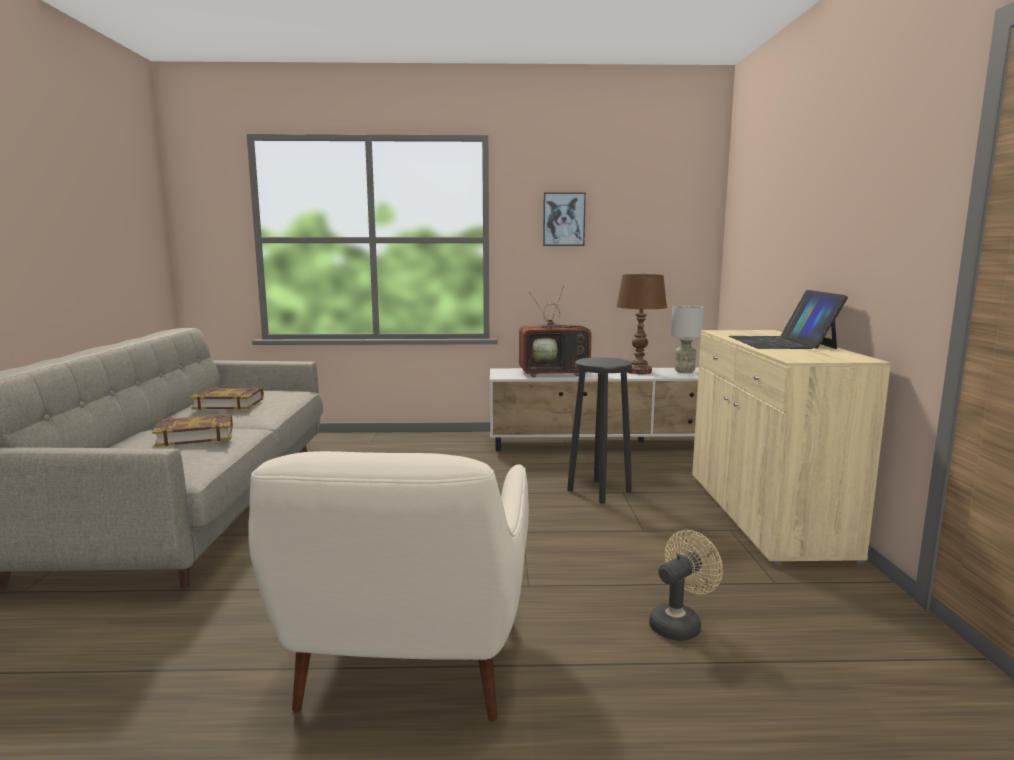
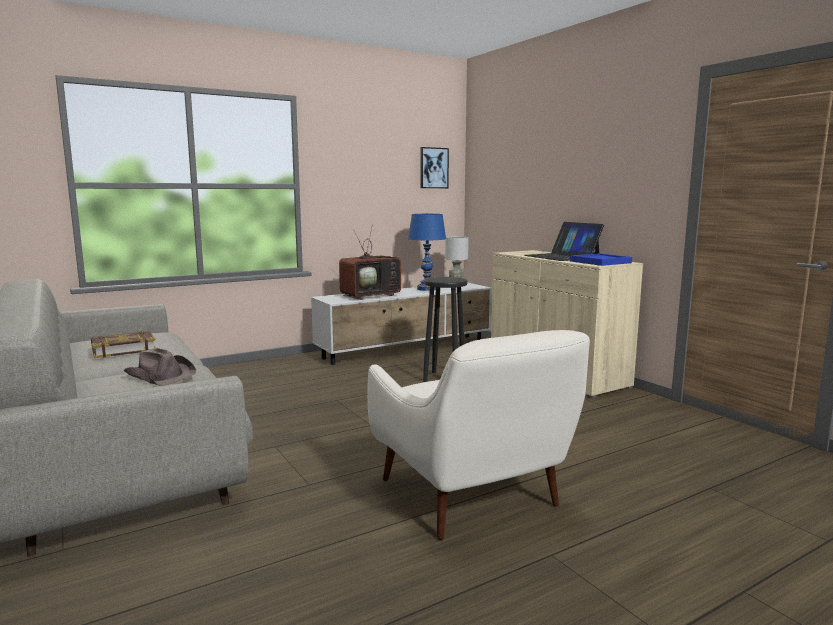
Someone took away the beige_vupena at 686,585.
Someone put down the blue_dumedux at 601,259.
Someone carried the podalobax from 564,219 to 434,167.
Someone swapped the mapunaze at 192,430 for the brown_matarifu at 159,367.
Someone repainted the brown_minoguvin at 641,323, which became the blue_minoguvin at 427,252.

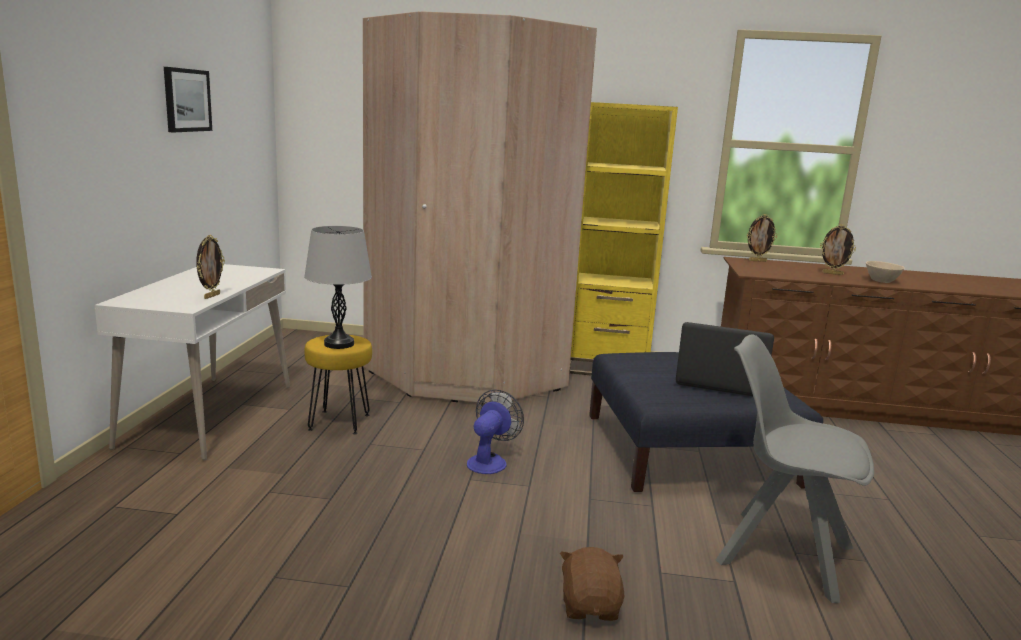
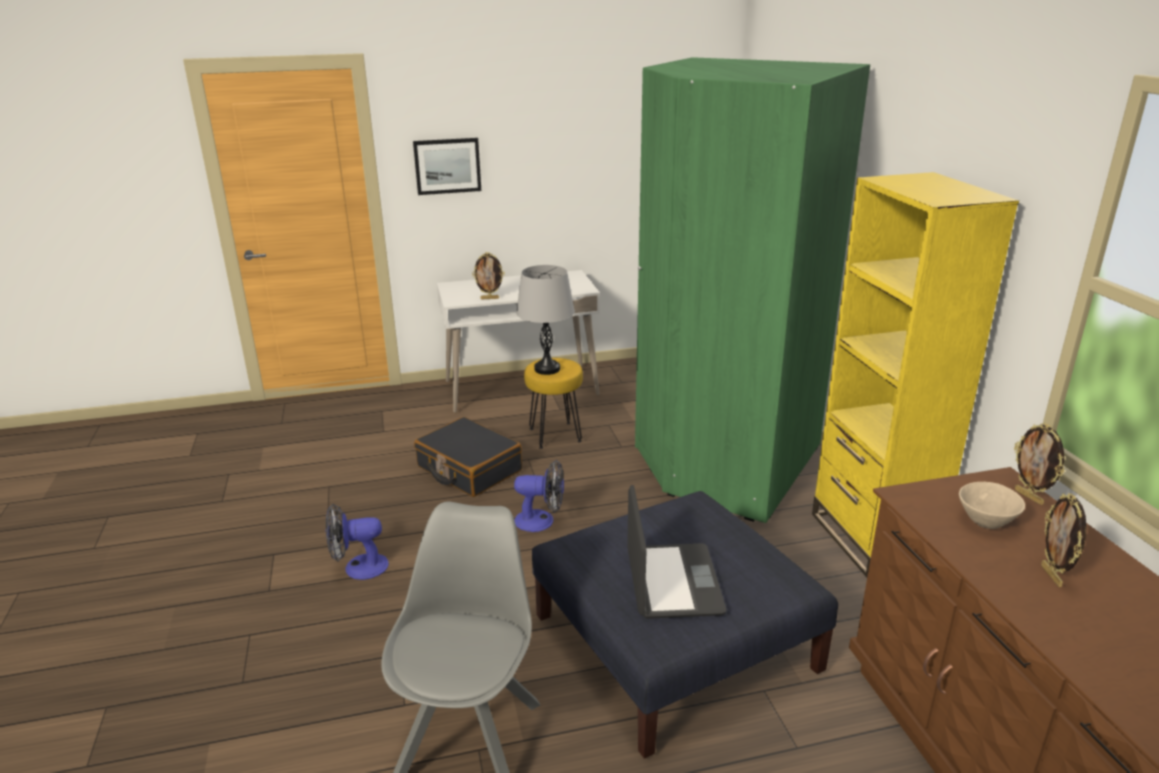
Someone took away the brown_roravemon at 592,584.
Someone put down the vupena at 357,542.
Someone put down the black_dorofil at 468,457.
Someone carried the podalobax from 188,99 to 447,166.
Someone carried the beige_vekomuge from 885,272 to 992,505.
Someone repainted the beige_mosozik at 480,207, which became the green_mosozik at 752,290.

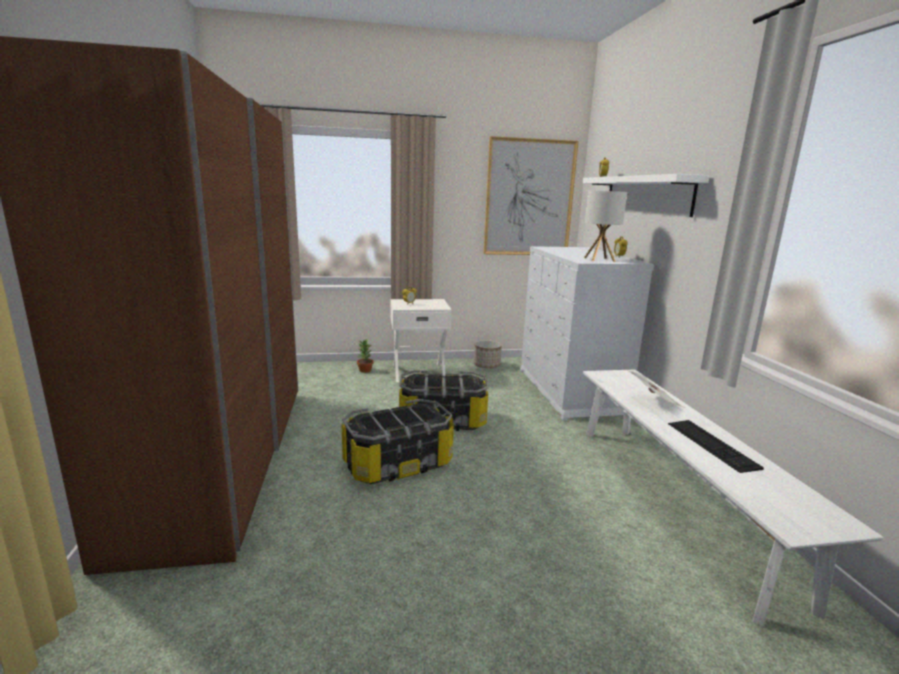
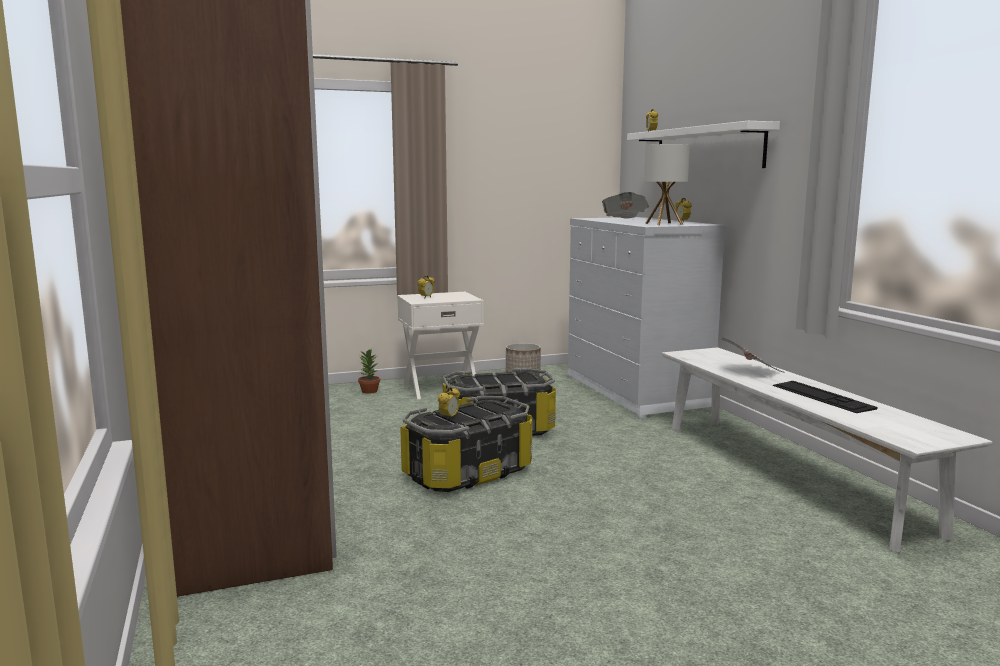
Someone took away the podalobax at 531,195.
Someone put down the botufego at 449,403.
Someone put down the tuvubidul at 625,205.

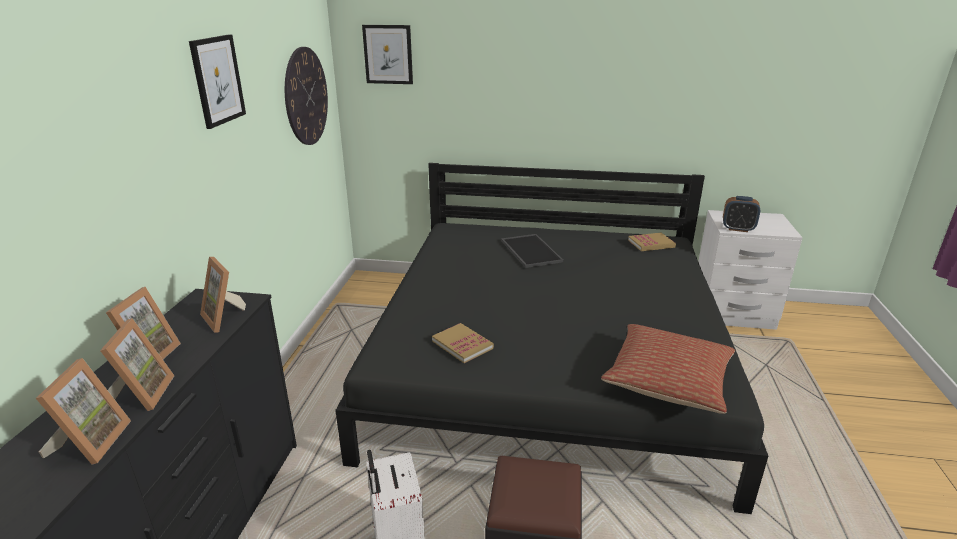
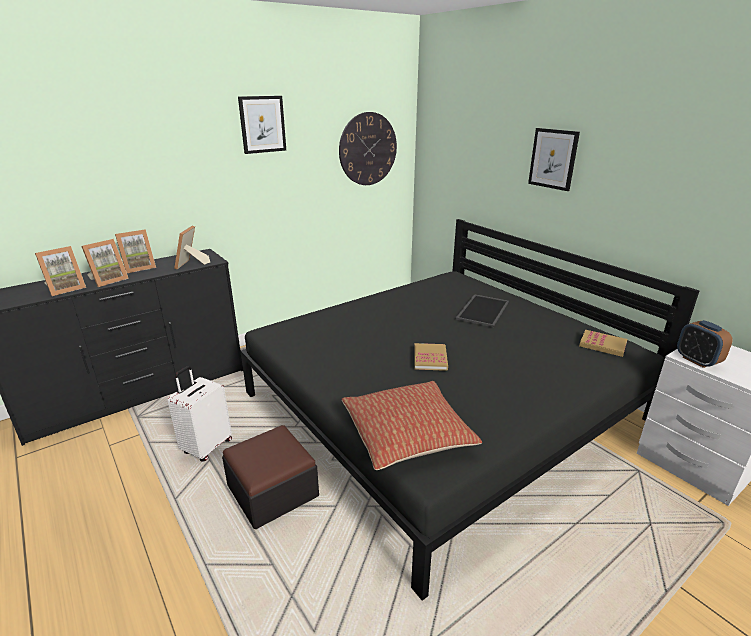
Someone carried the podalobax from 387,54 to 554,159.
Someone carried the mapunaze from 463,343 to 431,357.

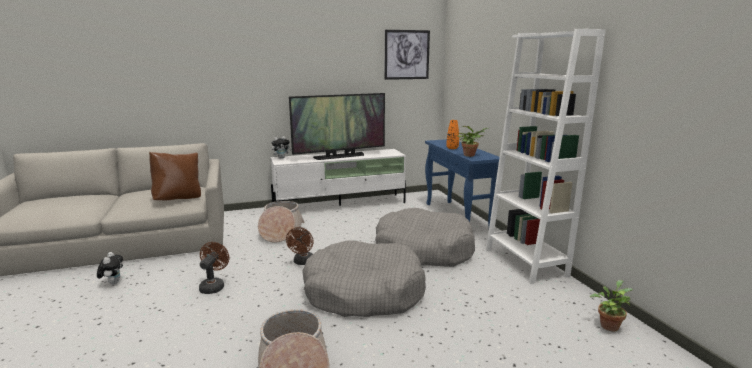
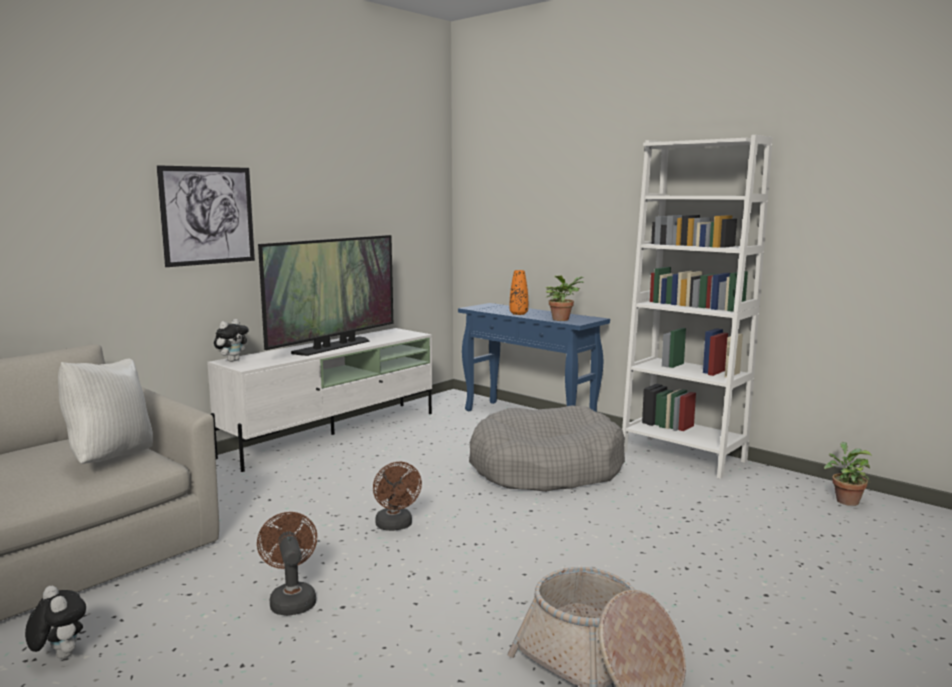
Someone took away the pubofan at 281,222.
Someone took away the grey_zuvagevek at 364,278.
Someone carried the podalobax from 407,55 to 206,216.
Someone repainted the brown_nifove at 175,176, which became the white_nifove at 105,411.

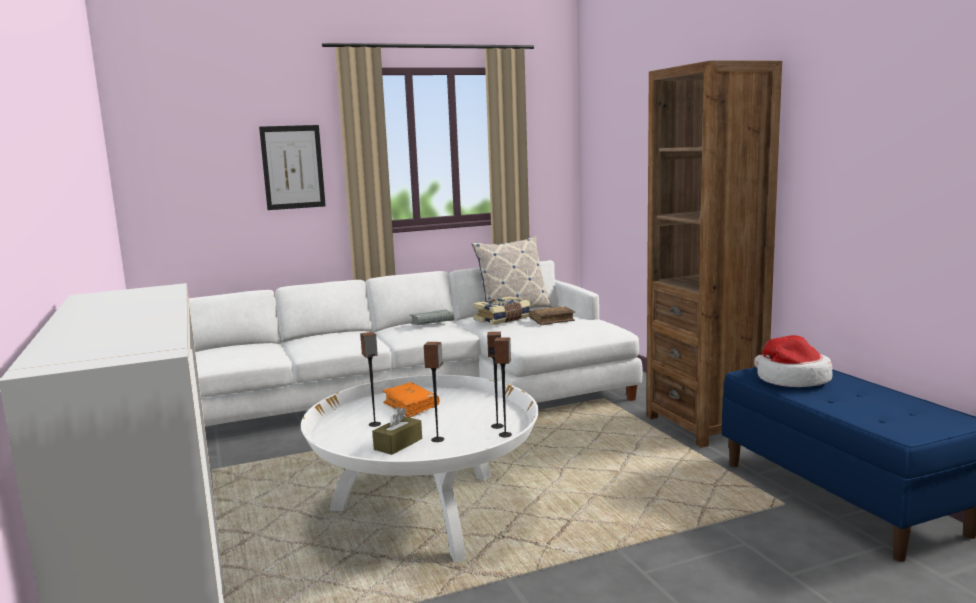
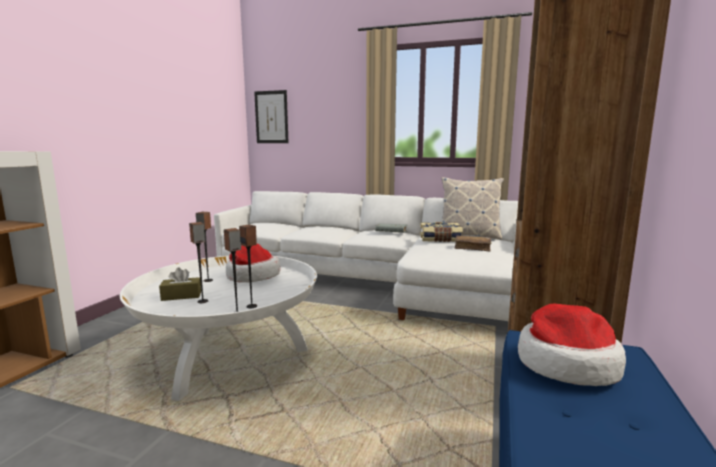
Someone carried the podalobax from 292,167 to 271,116.
Someone swapped the orange_mapunaze at 411,400 for the matarifu at 253,263.

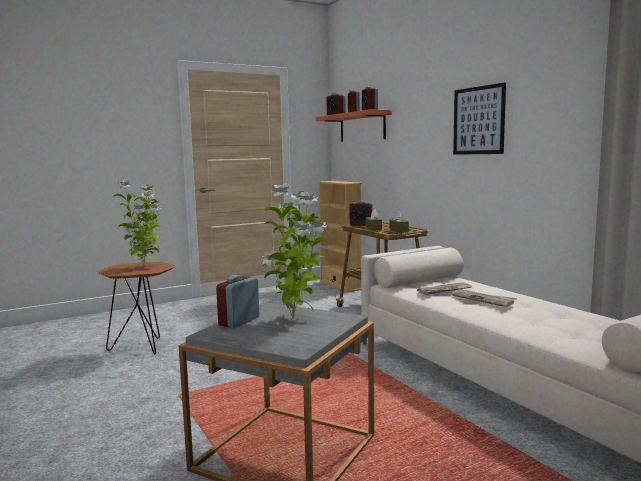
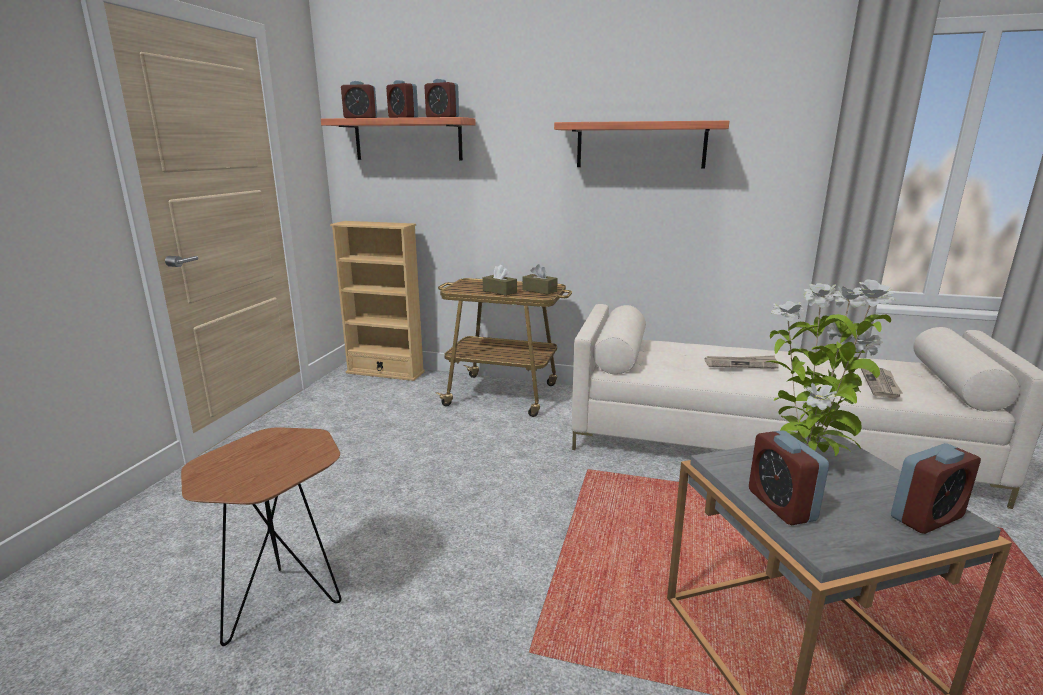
Someone took away the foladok at 137,223.
Someone carried the botufego from 361,213 to 936,488.
Someone carried the tuvubidul from 444,288 to 882,383.
Someone swapped the podalobax at 479,118 for the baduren at 641,145.

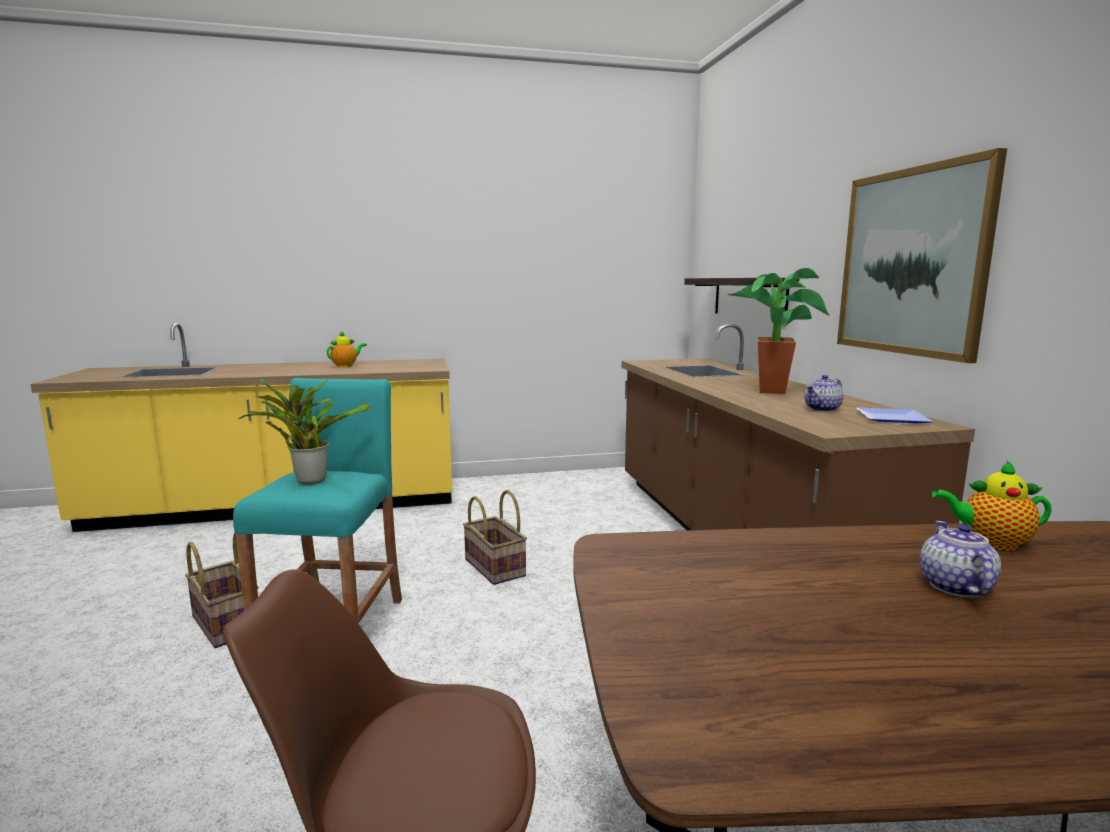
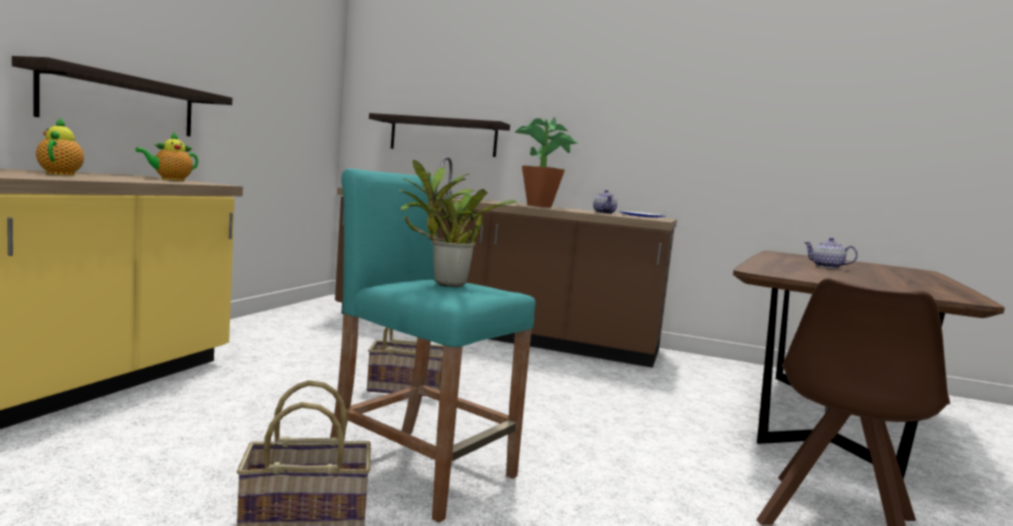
Someone took away the podalobax at 922,255.
Someone put up the baduren at 122,96.
Someone carried the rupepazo from 992,505 to 166,156.

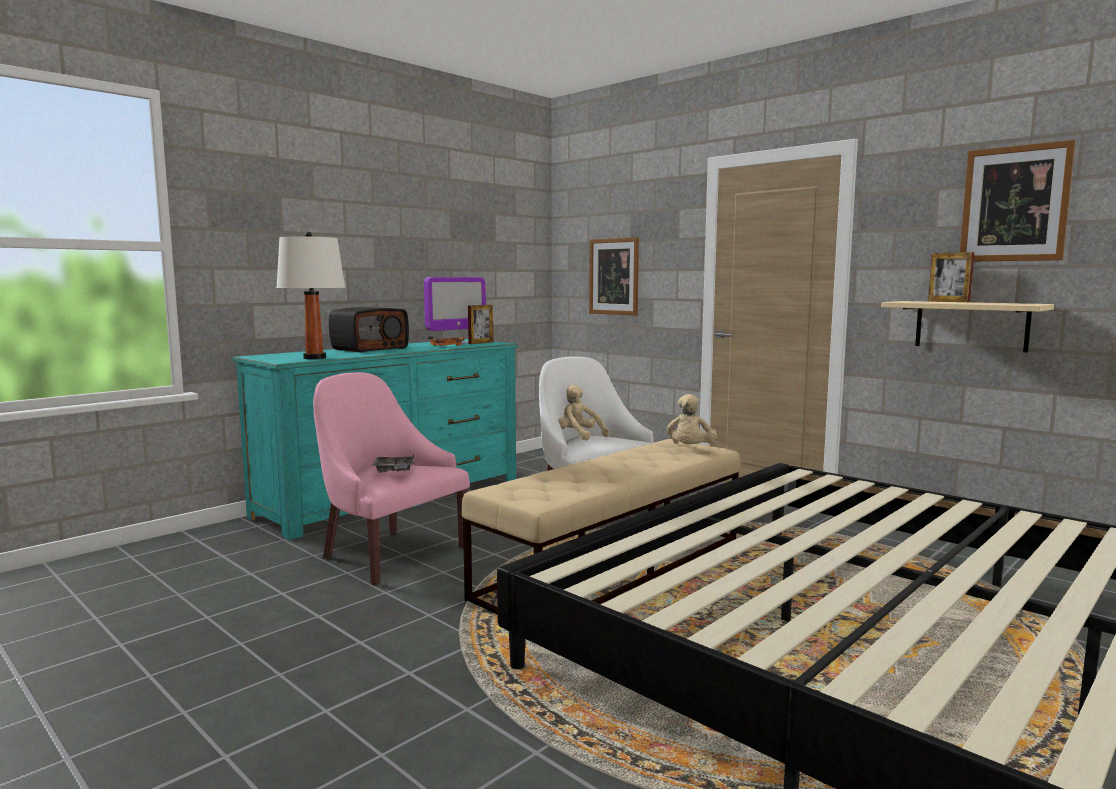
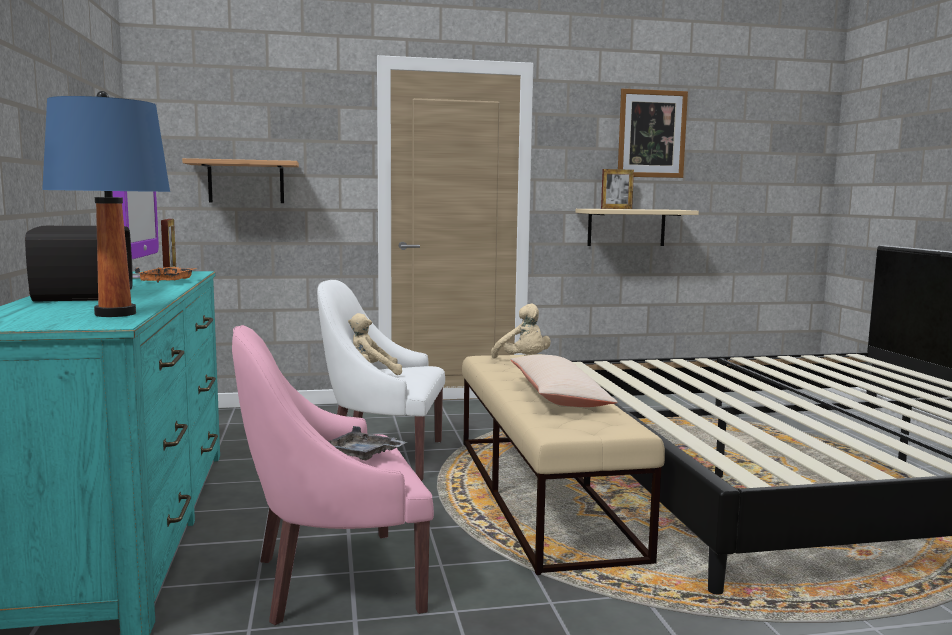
Someone put down the beige_nifove at 563,381.
Someone swapped the podalobax at 614,276 for the baduren at 240,180.
Someone repainted the white_minoguvin at 310,295, which became the blue_minoguvin at 106,204.

